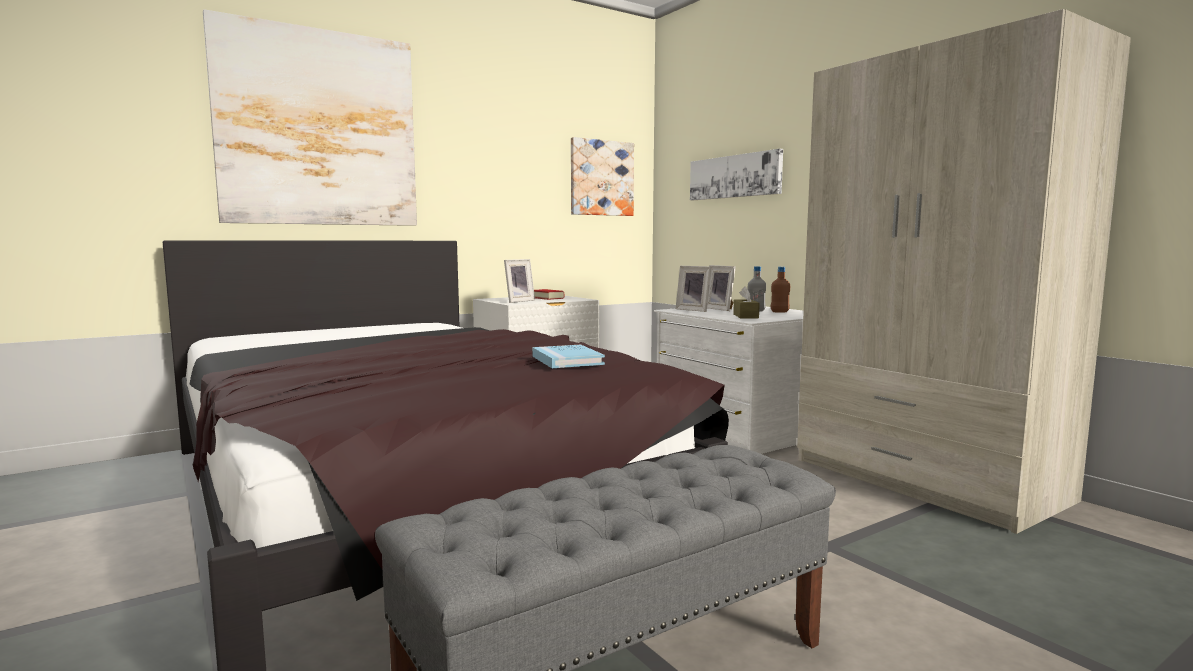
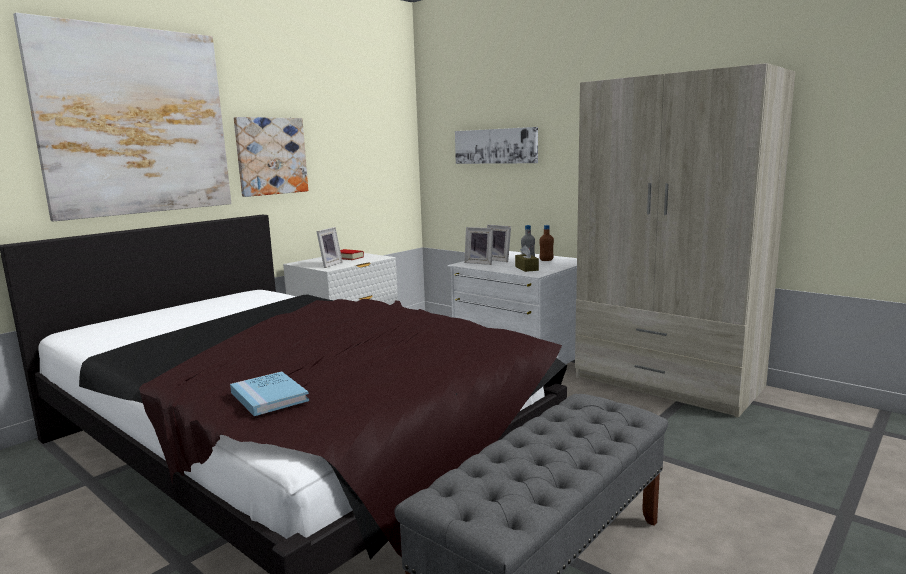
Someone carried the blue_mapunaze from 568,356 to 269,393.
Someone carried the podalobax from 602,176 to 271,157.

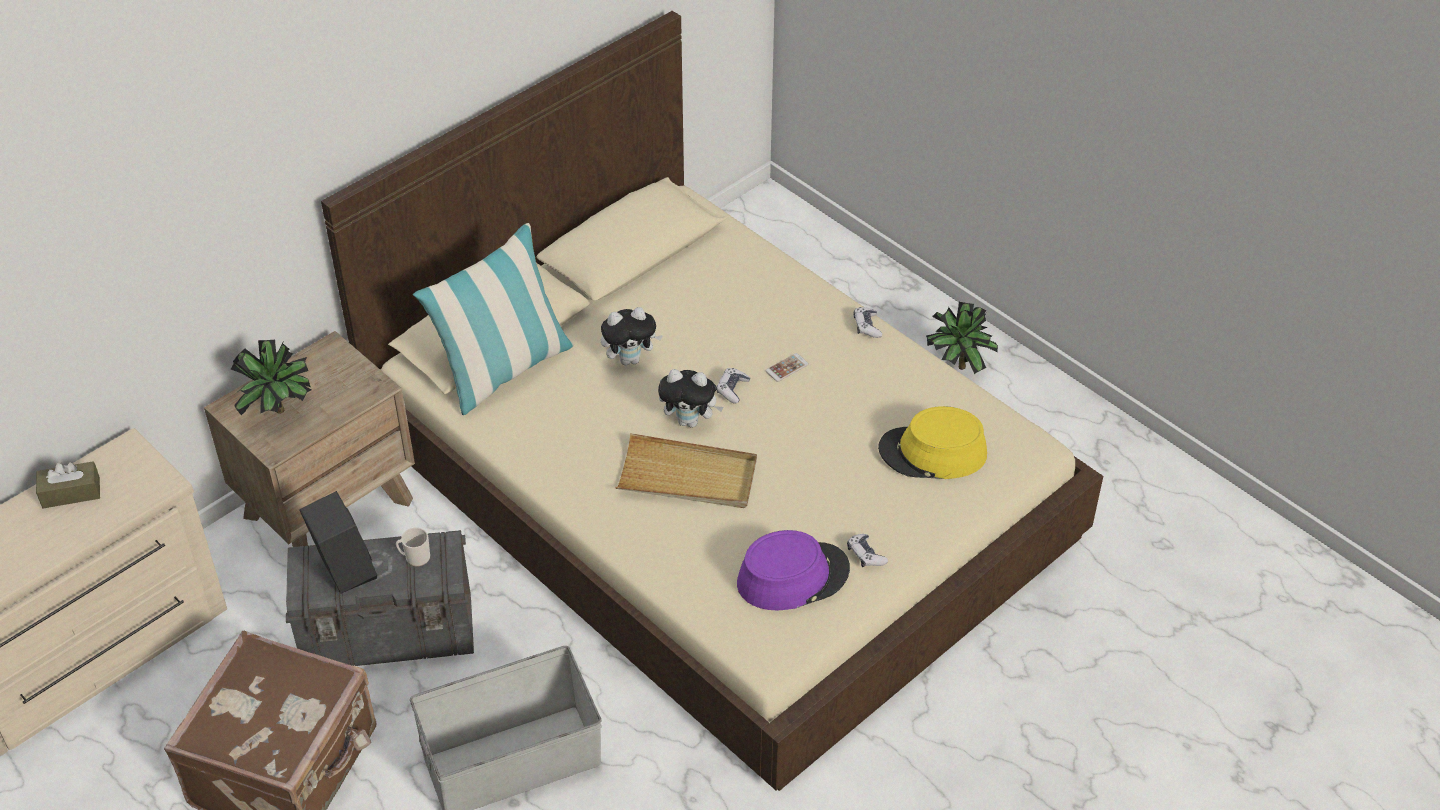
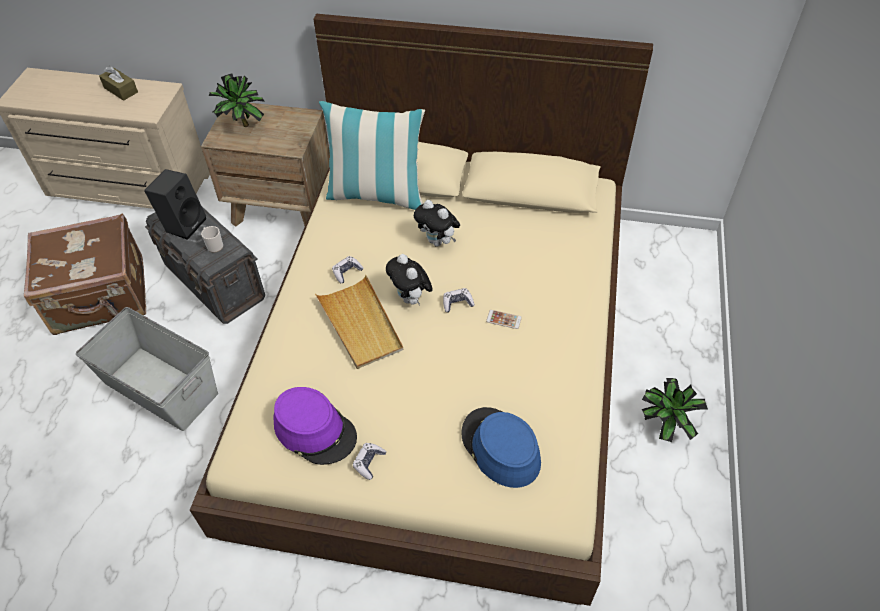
Someone carried the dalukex from 868,322 to 348,269.
Someone repainted the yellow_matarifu at 932,442, which became the blue_matarifu at 501,447.

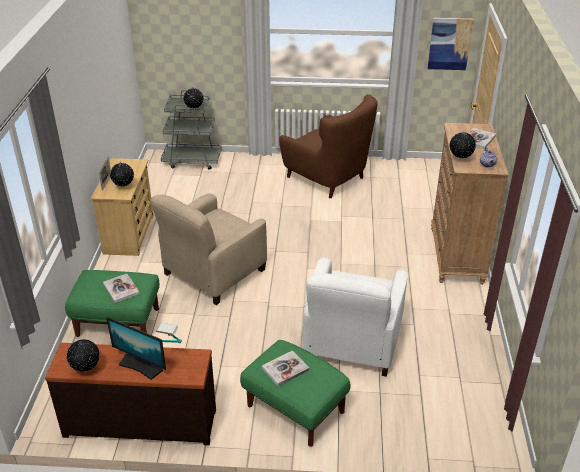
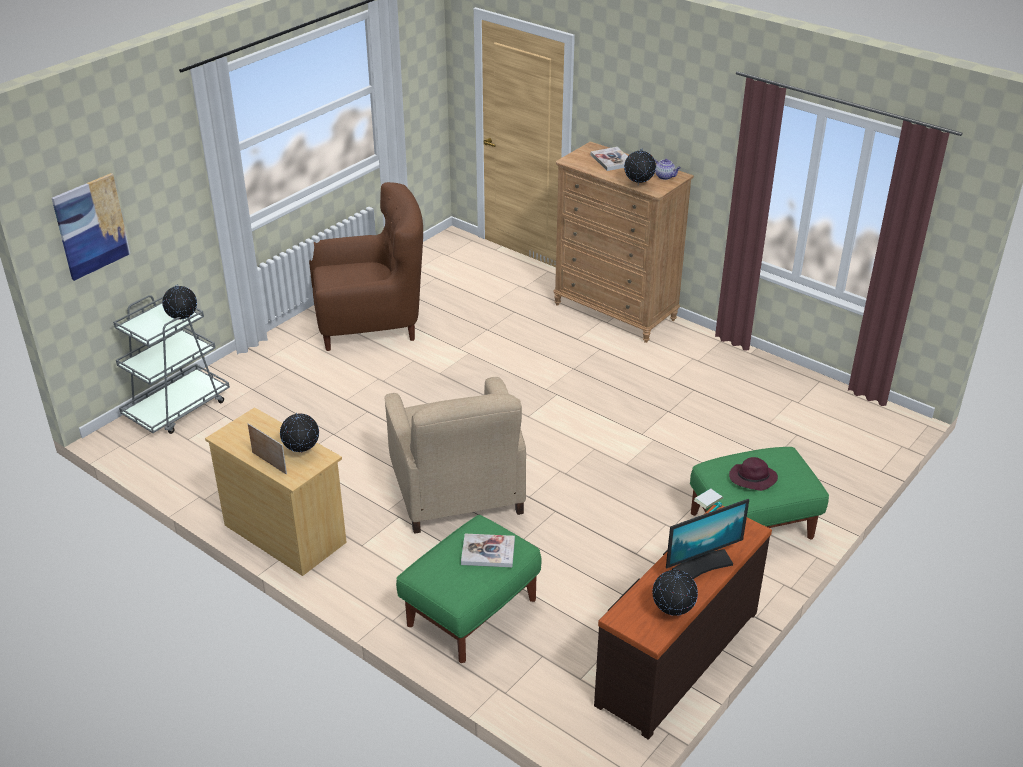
Someone took away the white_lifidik at 355,317.
Someone carried the podalobax from 451,44 to 91,227.
Someone swapped the mapunaze at 285,368 for the purple_matarifu at 753,474.

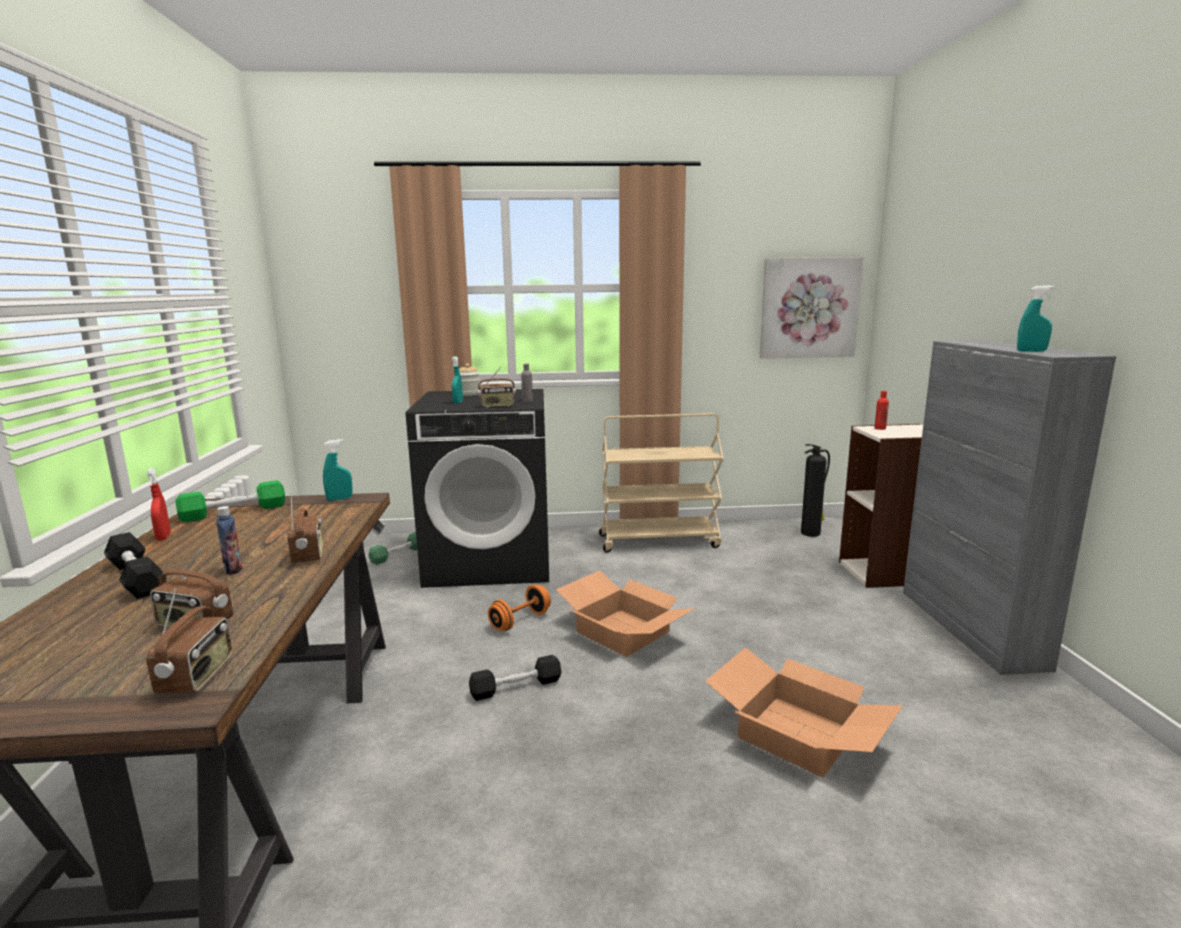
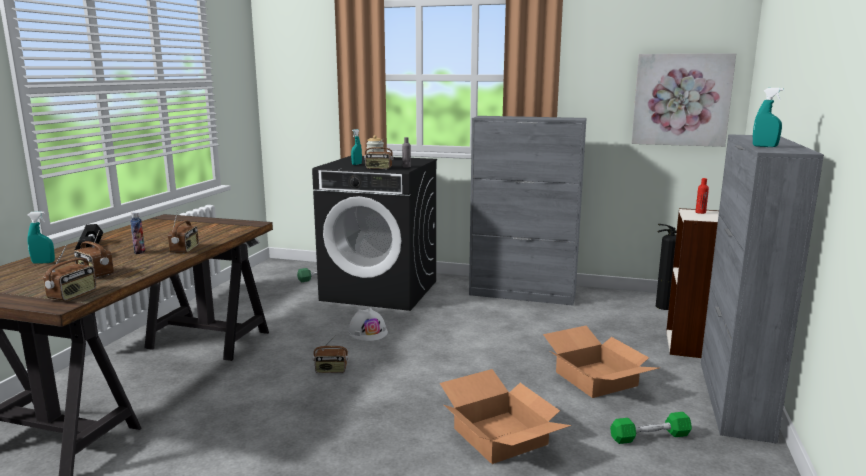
Someone took away the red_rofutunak at 158,504.
Someone carried the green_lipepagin from 230,501 to 651,428.
Someone carried the turquoise_rofutunak from 338,470 to 41,237.
Someone carried the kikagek from 625,614 to 601,362.
Someone swapped the black_lipepagin at 515,678 for the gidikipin at 331,354.
Someone swapped the orange_lipepagin at 519,608 for the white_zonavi at 368,324.
Someone swapped the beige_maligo at 661,483 for the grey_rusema at 528,210.

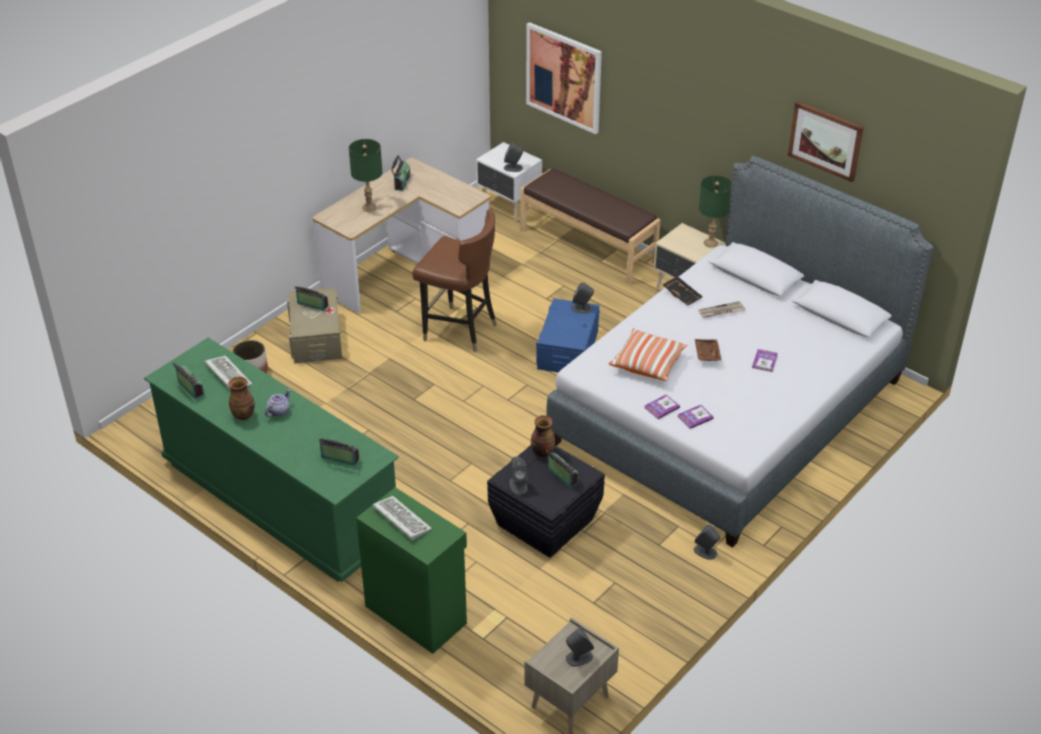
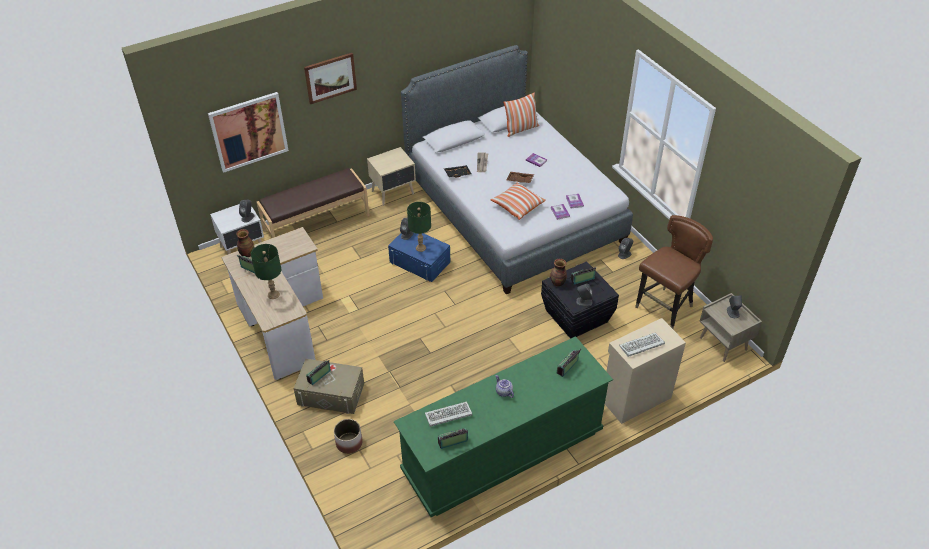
Someone put down the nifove at 521,114.
Someone carried the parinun from 241,398 to 245,243.
Someone carried the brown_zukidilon from 454,280 to 674,272.
Someone carried the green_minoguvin from 715,211 to 419,227.
Someone carried the podalobax from 826,141 to 330,78.
Someone repainted the green_rusema at 411,570, which became the beige_rusema at 645,371.

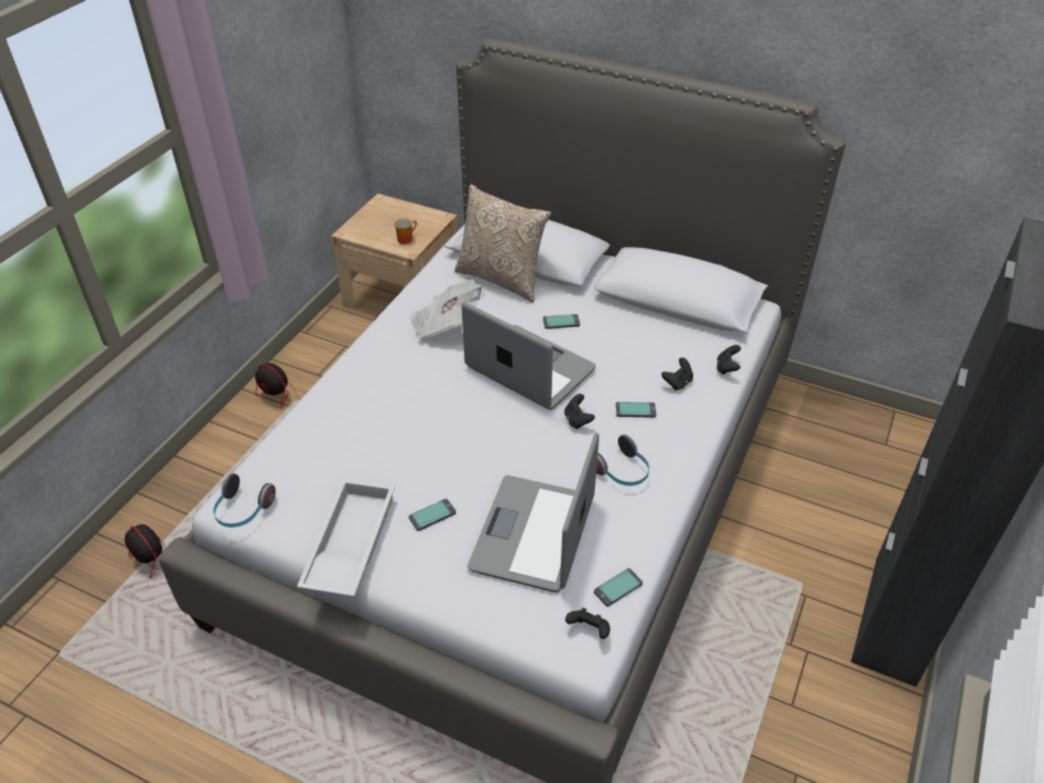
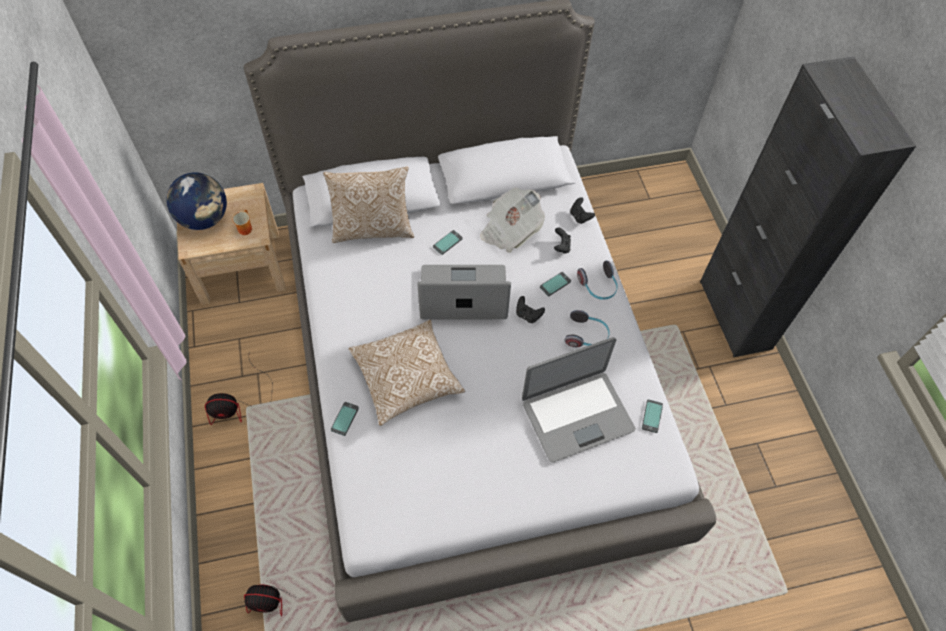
Someone took away the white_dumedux at 346,538.
Someone took away the black_dalukex at 587,623.
Someone put down the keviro at 197,201.
Someone put down the nifove at 407,373.
Someone carried the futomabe from 244,500 to 597,280.
Someone carried the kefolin from 432,515 to 345,419.
Someone carried the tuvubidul from 447,309 to 512,220.
Someone rotated the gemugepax at 533,512 by 90 degrees counterclockwise.

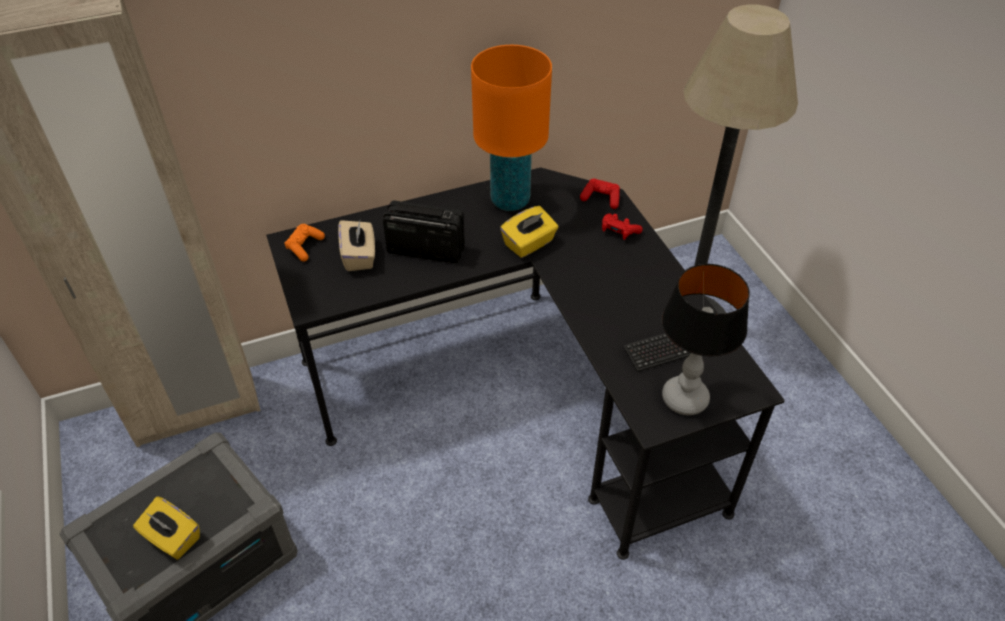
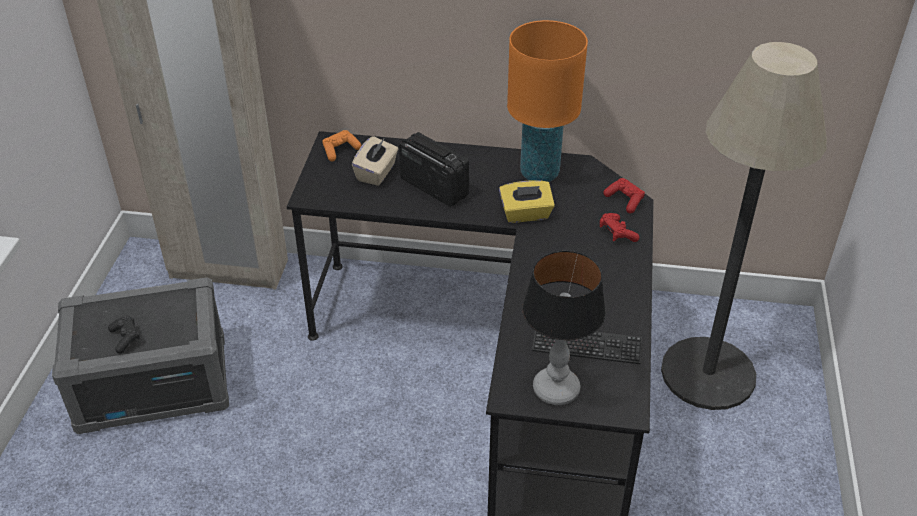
Someone swapped the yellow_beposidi at 166,528 for the black_dalukex at 124,334.

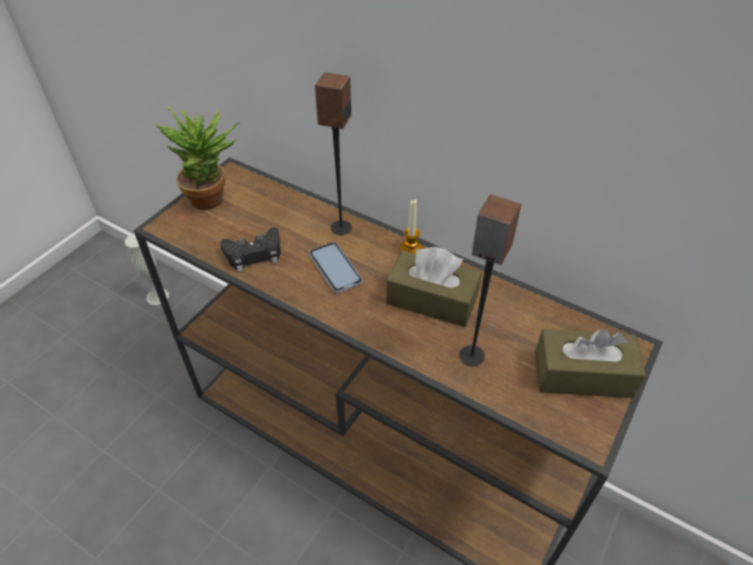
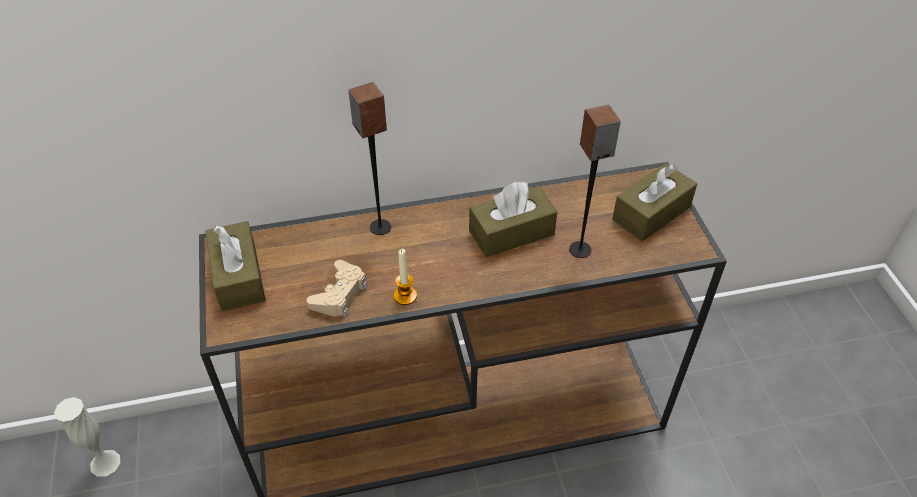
Someone took away the kefolin at 335,267.
Someone carried the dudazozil from 411,226 to 405,277.
Someone swapped the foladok at 197,158 for the brown_beposidi at 235,266.
Someone repainted the black_dalukex at 250,250, which became the beige_dalukex at 337,288.

